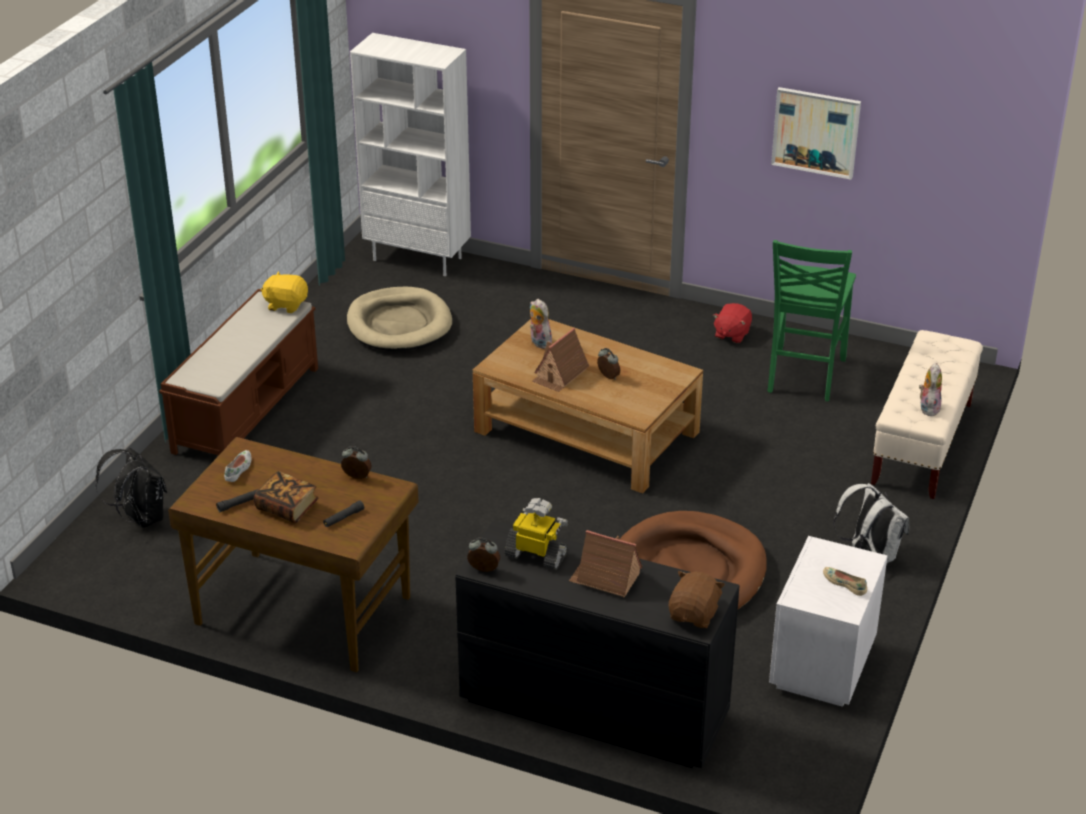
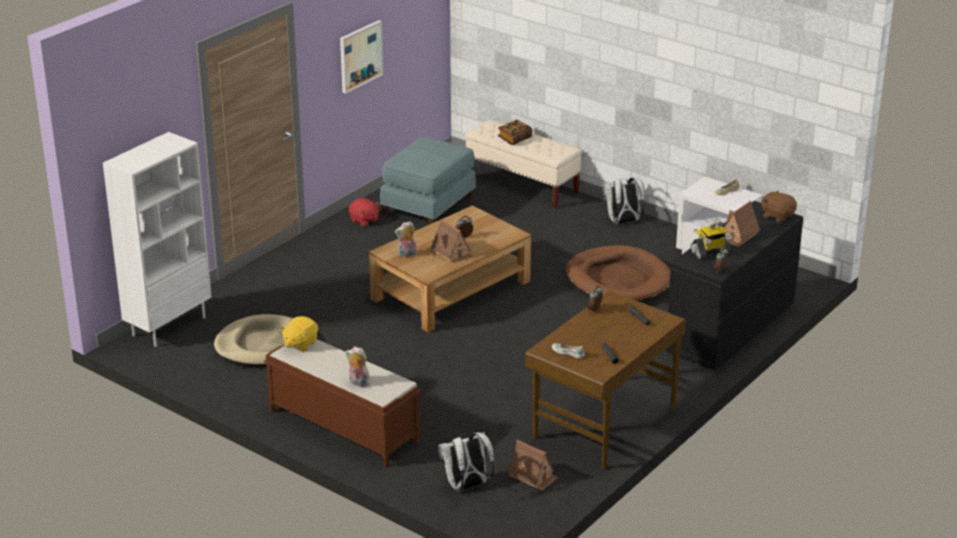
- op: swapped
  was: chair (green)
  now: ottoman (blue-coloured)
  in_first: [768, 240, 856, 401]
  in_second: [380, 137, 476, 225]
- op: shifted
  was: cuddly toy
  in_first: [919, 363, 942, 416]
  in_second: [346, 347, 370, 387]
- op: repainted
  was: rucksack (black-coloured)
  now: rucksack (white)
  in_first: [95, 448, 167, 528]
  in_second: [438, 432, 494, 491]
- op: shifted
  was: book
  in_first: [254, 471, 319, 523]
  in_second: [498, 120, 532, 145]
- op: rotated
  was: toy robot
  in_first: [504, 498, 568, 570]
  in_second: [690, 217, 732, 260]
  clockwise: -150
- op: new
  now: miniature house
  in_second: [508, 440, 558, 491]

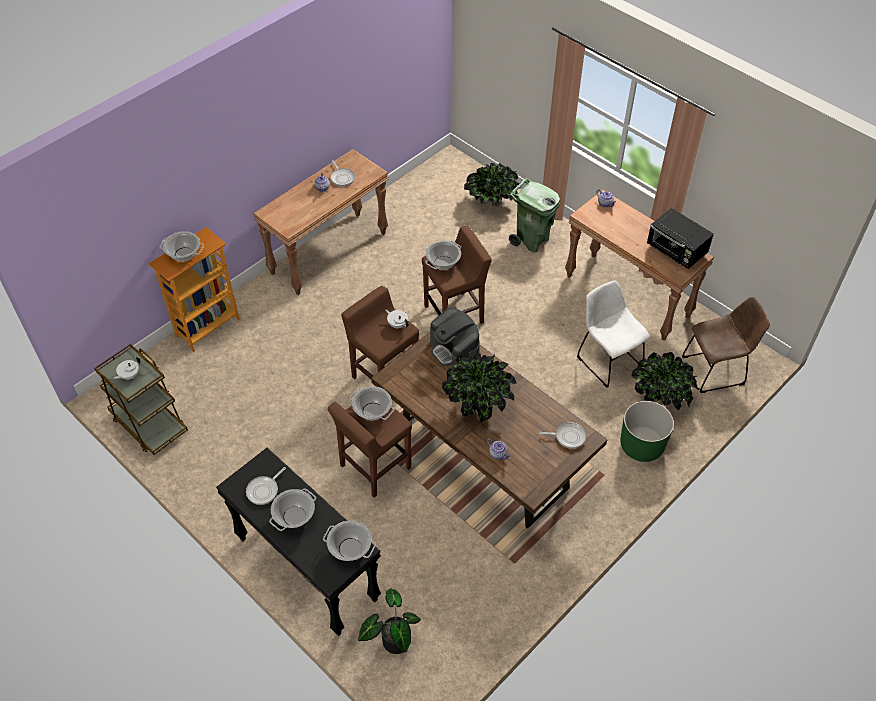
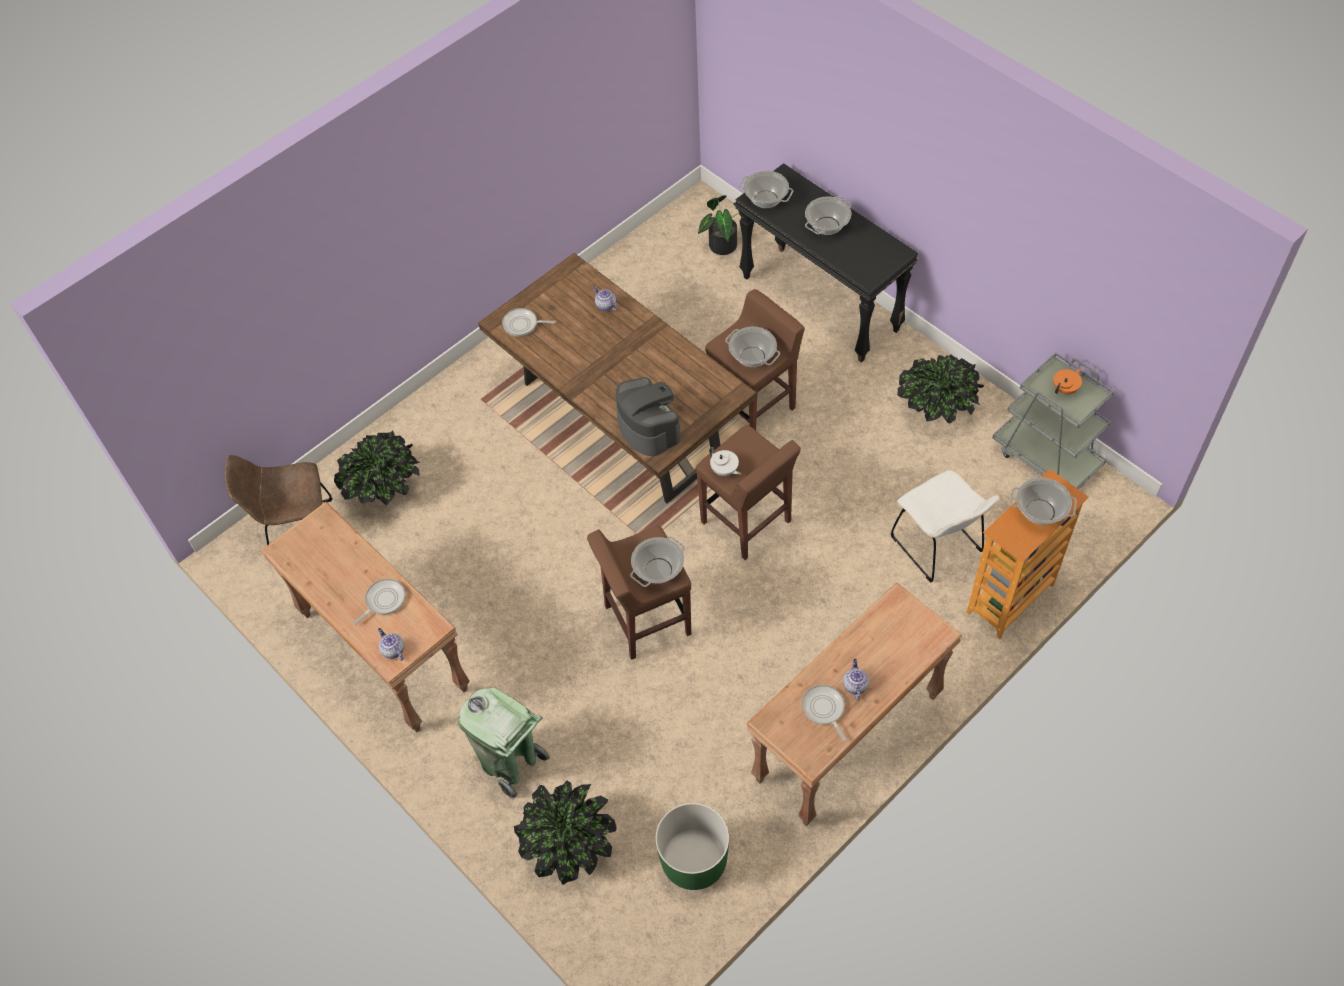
- op: gone
  was: microwave (black-coloured)
  in_first: [647, 208, 714, 269]
- op: shifted
  was: chair (white)
  in_first: [577, 280, 650, 388]
  in_second: [891, 470, 1000, 582]
- op: repainted
  was: cart (brown-coloured)
  now: cart (gray)
  in_first: [94, 344, 188, 455]
  in_second: [992, 352, 1114, 489]
- op: shifted
  was: houseplant
  in_first: [442, 354, 517, 422]
  in_second: [898, 354, 984, 424]
- op: repainted
  was: tea pot (white)
  now: tea pot (orangey)
  in_first: [113, 357, 140, 380]
  in_second: [1053, 368, 1082, 394]
- op: shifted
  was: flower pot (green)
  in_first: [620, 401, 674, 462]
  in_second: [655, 803, 729, 890]
- op: shifted
  was: pan
  in_first: [246, 467, 286, 505]
  in_second: [353, 579, 405, 625]

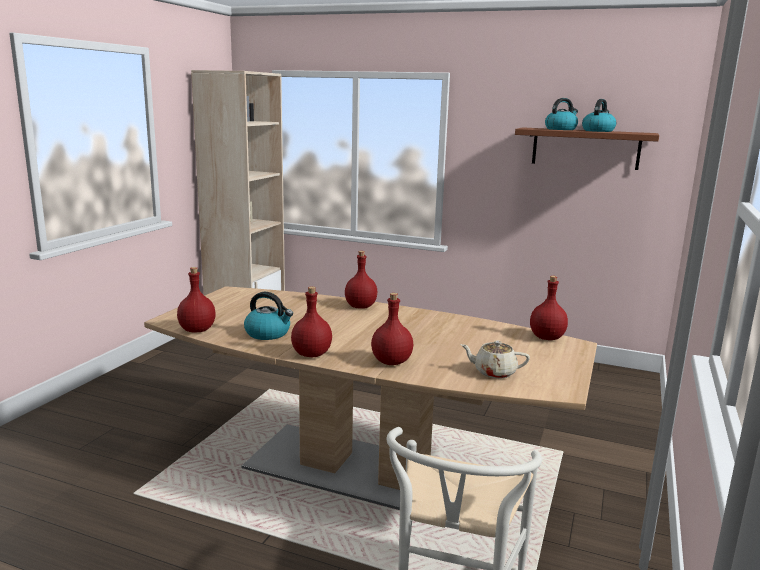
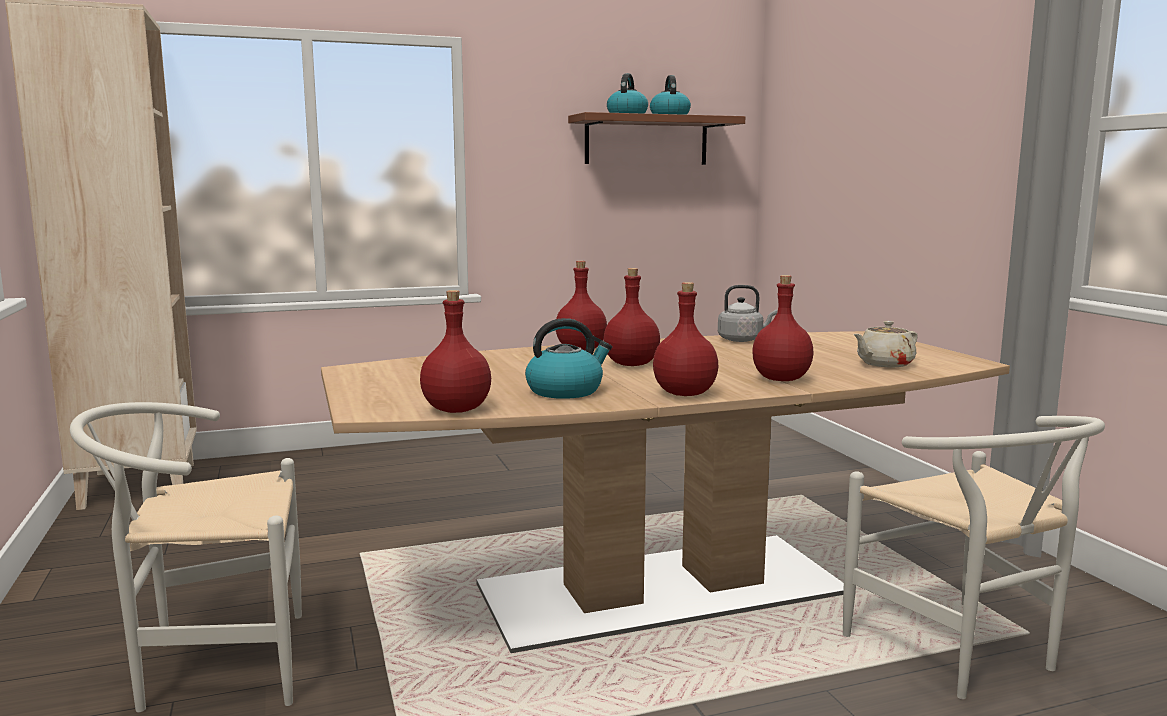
- op: shifted
  was: drink bottle (red-coloured)
  in_first: [530, 276, 568, 340]
  in_second: [604, 268, 660, 366]
- op: new
  now: kettle (gray)
  in_second: [718, 285, 777, 342]
- op: new
  now: chair (white)
  in_second: [70, 402, 302, 712]

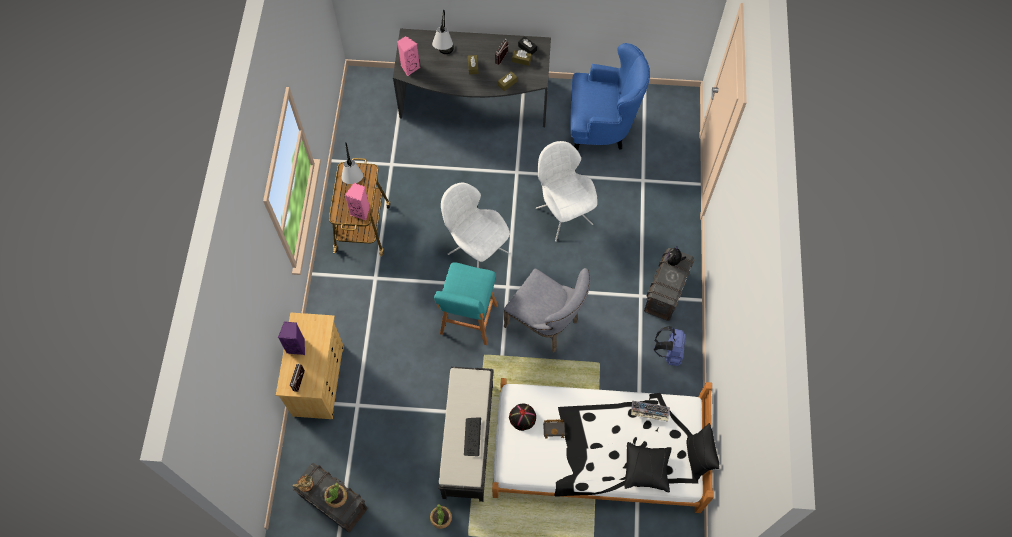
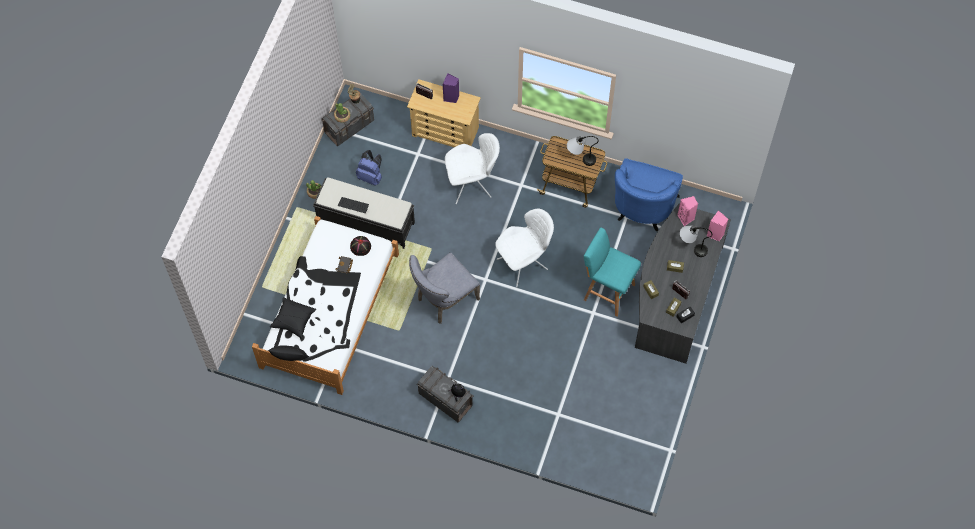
- op: shifted
  was: easy chair (blue-coloured)
  in_first: [571, 43, 650, 151]
  in_second: [615, 158, 683, 231]
- op: shifted
  was: chair (white)
  in_first: [536, 141, 598, 242]
  in_second: [445, 133, 500, 204]
- op: shifted
  was: speaker (pink-coloured)
  in_first: [345, 183, 370, 220]
  in_second: [707, 210, 728, 241]
- op: shifted
  was: sitting stool (turquoise)
  in_first: [434, 262, 498, 345]
  in_second: [584, 227, 641, 317]
- op: shifted
  was: rucksack (blue-coloured)
  in_first: [654, 326, 686, 366]
  in_second: [356, 150, 382, 186]
- op: gone
  was: keyboard
  in_first: [631, 401, 670, 421]

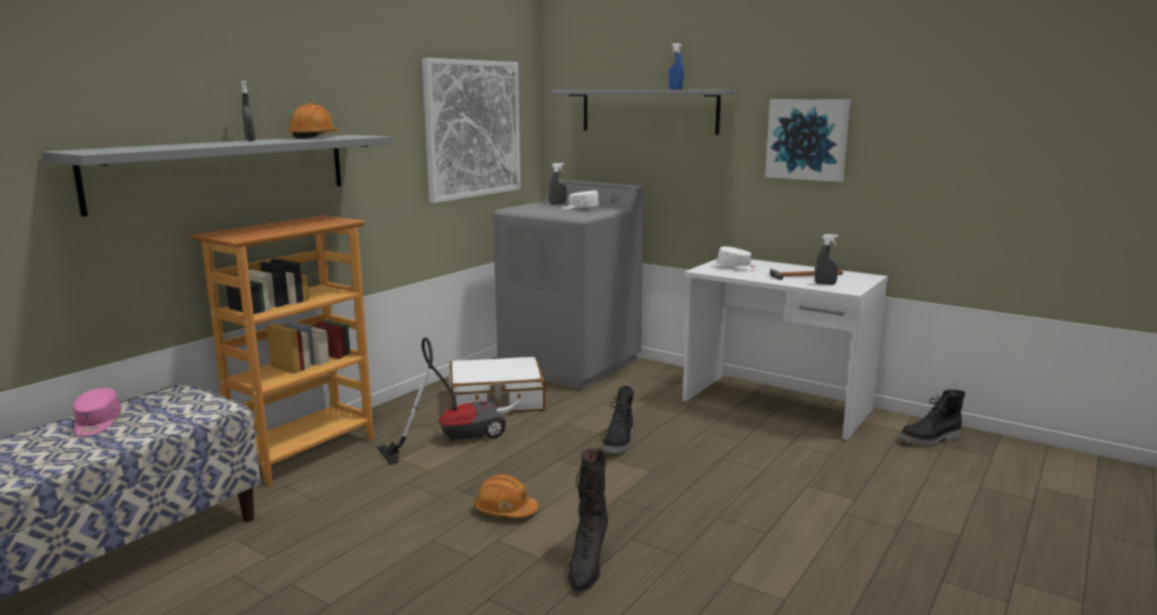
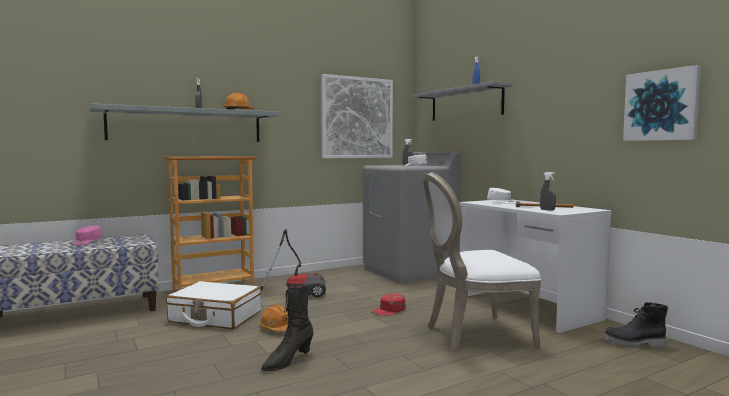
- op: shifted
  was: wall art
  in_first: [765, 99, 850, 182]
  in_second: [623, 65, 701, 141]
- op: shifted
  was: travel case (white)
  in_first: [449, 357, 545, 415]
  in_second: [166, 281, 261, 329]
- op: swapped
  was: boot (black-coloured)
  now: baseball cap (red-coloured)
  in_first: [603, 386, 634, 453]
  in_second: [371, 294, 406, 316]
- op: new
  now: chair (white)
  in_second: [422, 172, 541, 352]

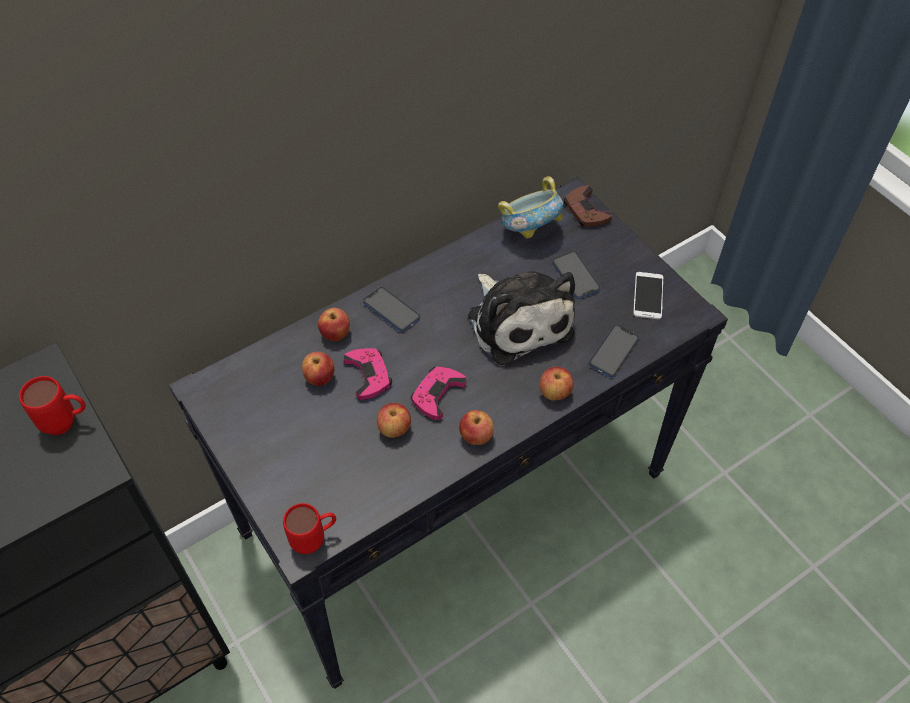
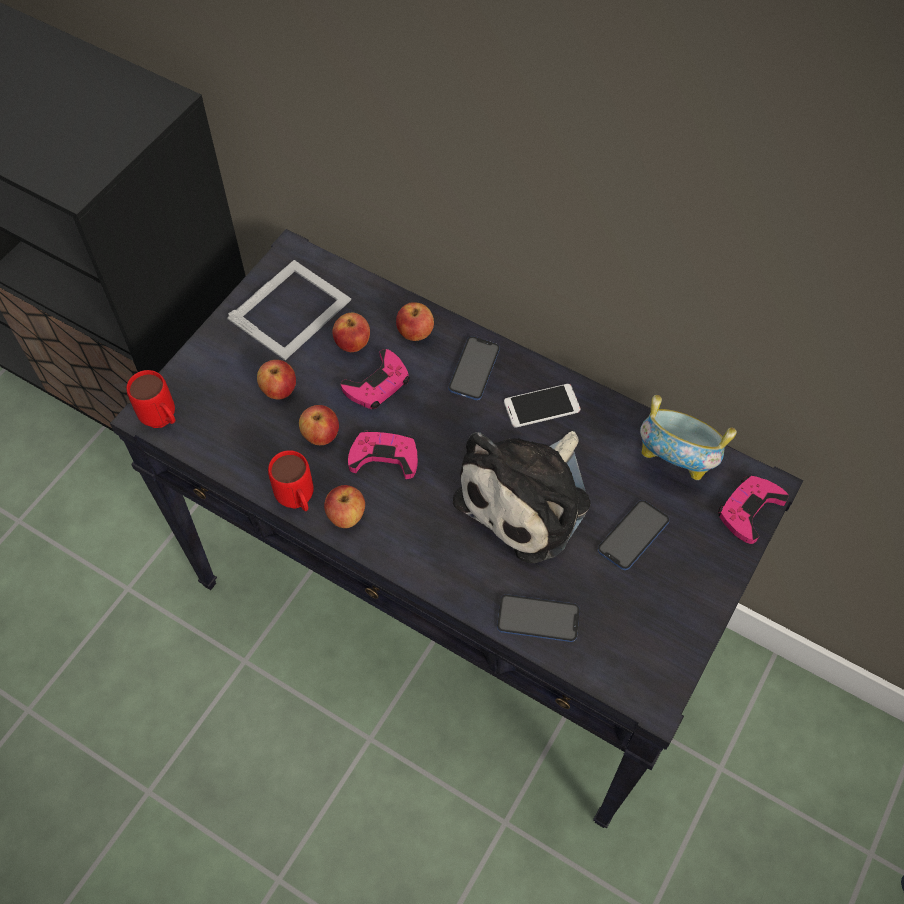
- op: repainted
  was: joypad (brown-coloured)
  now: joypad (pink-coloured)
  in_first: [564, 185, 612, 227]
  in_second: [718, 476, 789, 544]
- op: shifted
  was: telephone
  in_first: [633, 272, 663, 319]
  in_second: [504, 384, 580, 428]
- op: shifted
  was: whole apple
  in_first: [540, 367, 573, 401]
  in_second: [257, 360, 296, 399]
- op: shifted
  was: coffee mug (red-coloured)
  in_first: [19, 376, 86, 435]
  in_second: [268, 450, 314, 511]
- op: new
  now: photo frame
  in_second: [227, 260, 351, 360]

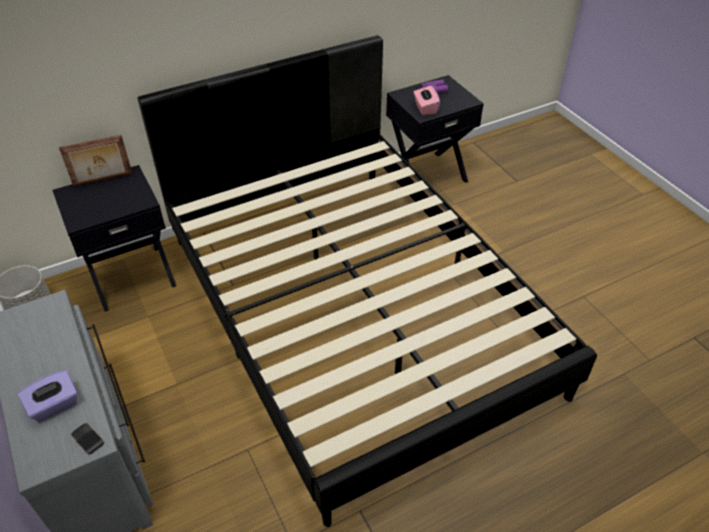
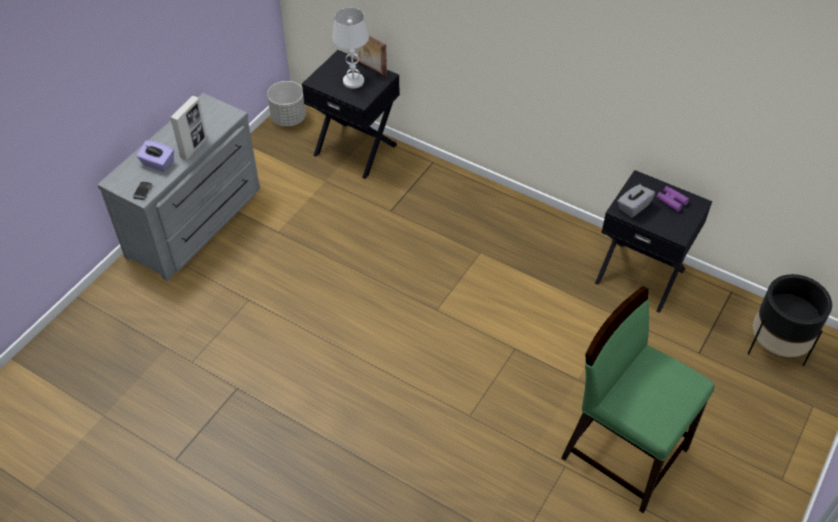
- op: gone
  was: bed (black-coloured)
  in_first: [137, 35, 597, 527]
- op: repainted
  was: tissue holder (pink-coloured)
  now: tissue holder (gray)
  in_first: [414, 86, 440, 115]
  in_second: [617, 184, 655, 218]
- op: new
  now: table lamp (white)
  in_second: [332, 8, 369, 88]
- op: new
  now: photo frame
  in_second: [170, 96, 208, 160]
- op: new
  now: flower pot (black-coloured)
  in_second: [748, 274, 832, 366]
- op: new
  now: chair (green)
  in_second: [561, 286, 715, 513]

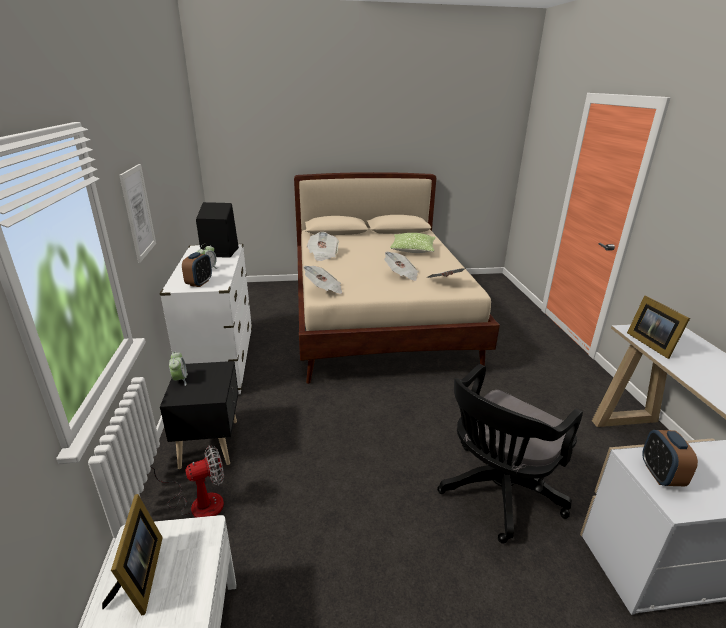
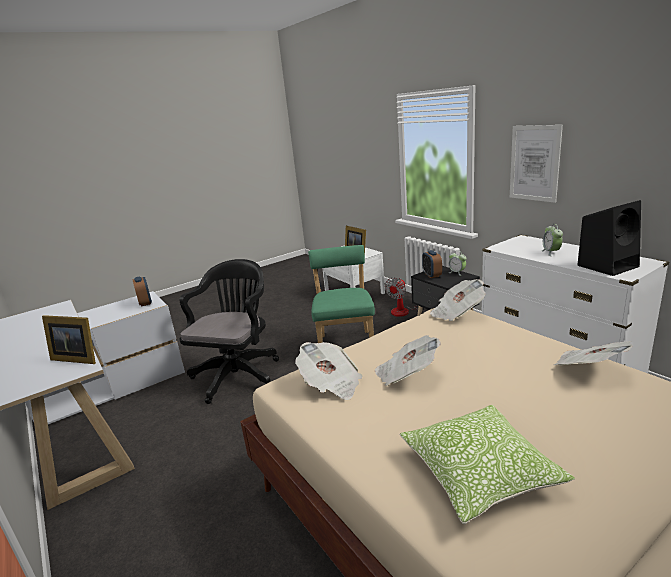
- op: shifted
  was: alarm clock
  in_first: [182, 252, 212, 287]
  in_second: [422, 250, 442, 278]
- op: rotated
  was: photo frame
  in_first: [627, 296, 690, 359]
  in_second: [42, 315, 96, 364]
  clockwise: 150
- op: new
  now: chair (green)
  in_second: [308, 245, 375, 343]

